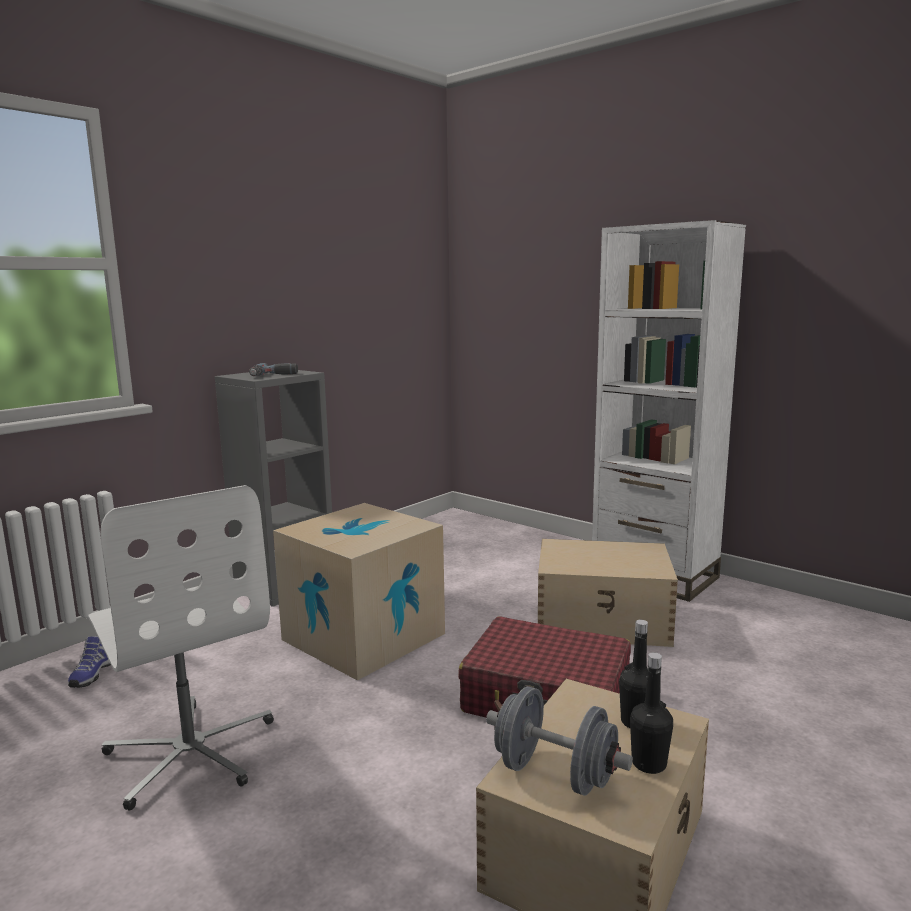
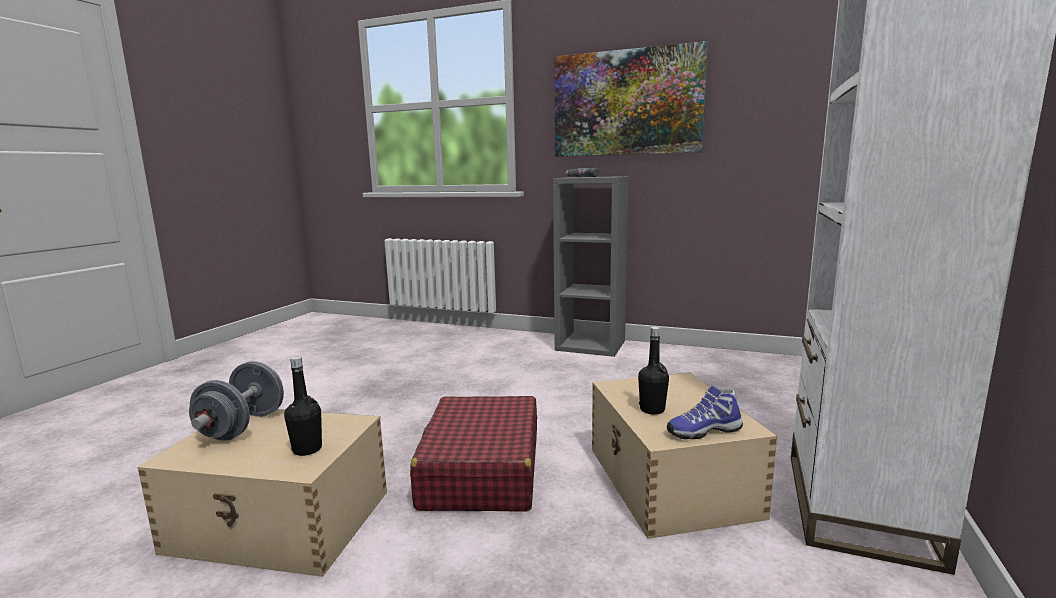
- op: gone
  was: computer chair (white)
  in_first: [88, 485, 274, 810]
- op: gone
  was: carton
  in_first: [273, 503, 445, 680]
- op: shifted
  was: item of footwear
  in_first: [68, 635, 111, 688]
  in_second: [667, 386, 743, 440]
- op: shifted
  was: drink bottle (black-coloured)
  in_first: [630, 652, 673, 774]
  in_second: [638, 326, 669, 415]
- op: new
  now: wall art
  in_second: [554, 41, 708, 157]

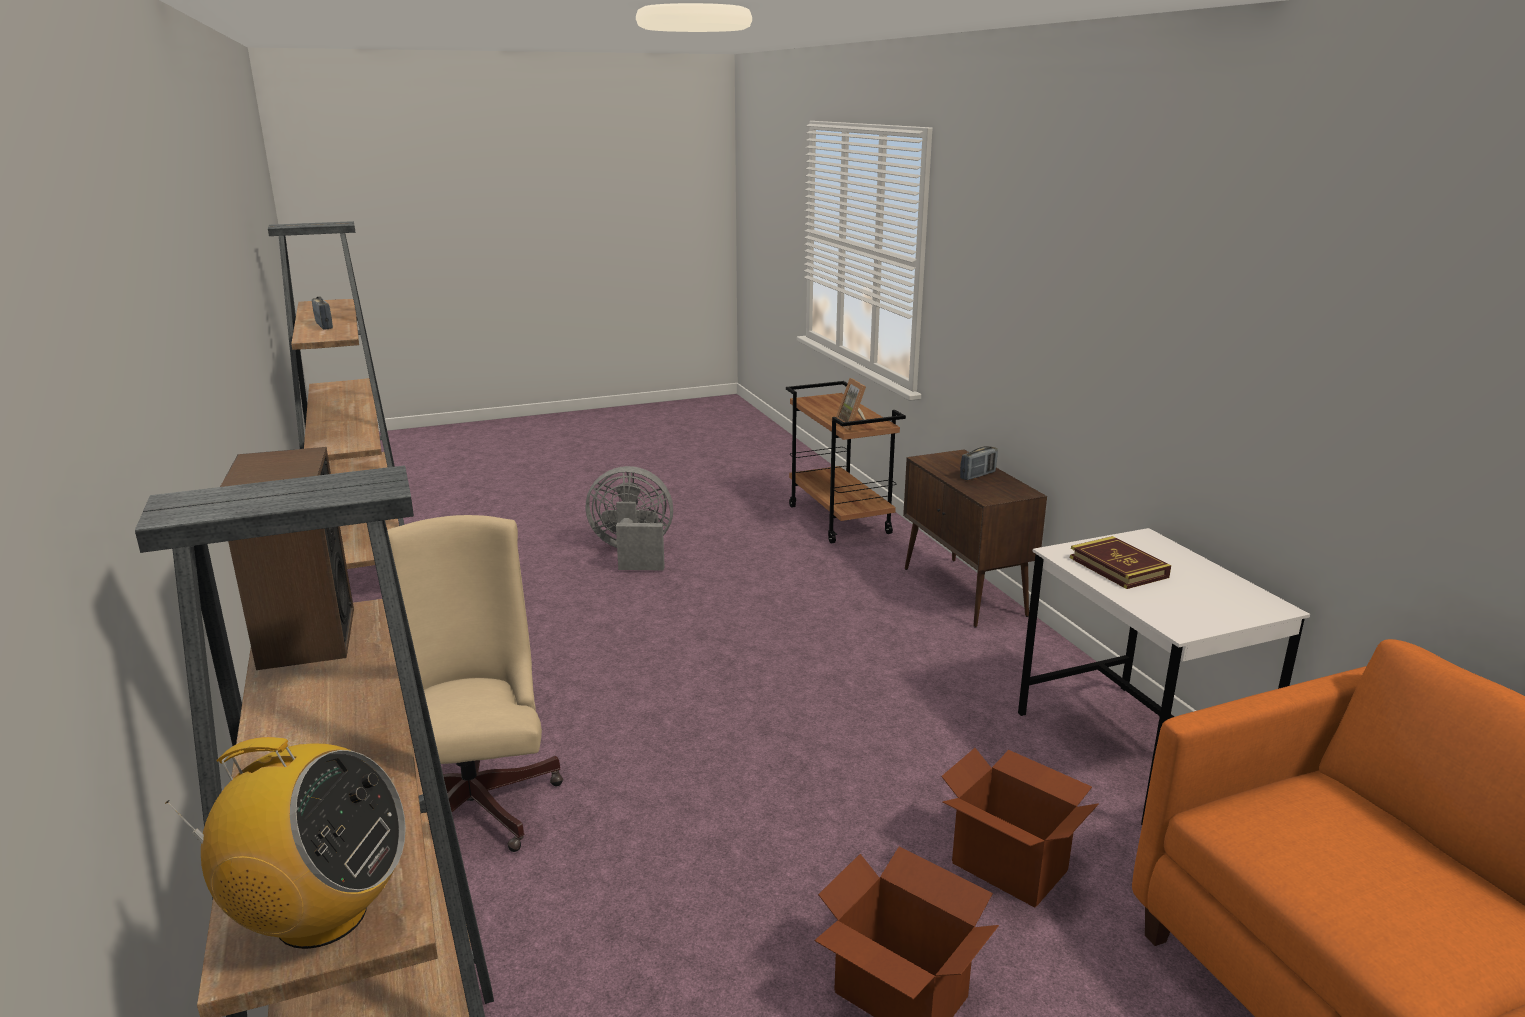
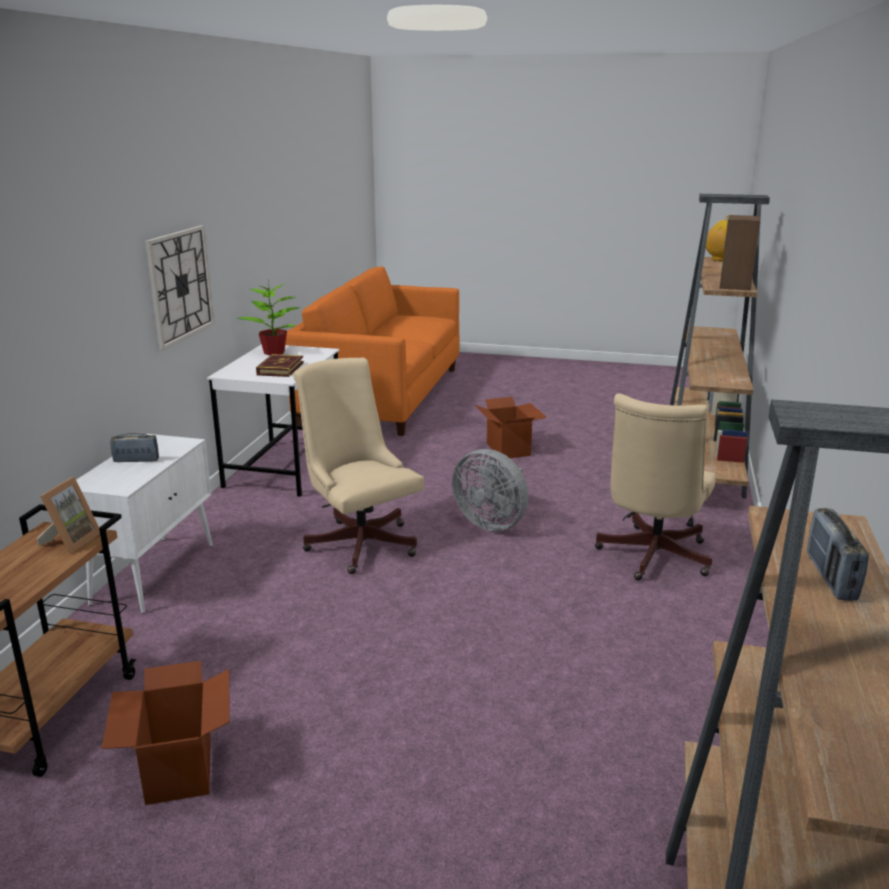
- op: repainted
  was: cabinet (brown-coloured)
  now: cabinet (white)
  in_first: [903, 450, 1047, 628]
  in_second: [76, 434, 213, 614]
- op: shifted
  was: electric fan (gray)
  in_first: [586, 466, 673, 570]
  in_second: [452, 449, 529, 531]
- op: shifted
  was: carton
  in_first: [941, 748, 1099, 908]
  in_second: [102, 661, 230, 805]
- op: new
  now: hanging clock
  in_second: [145, 226, 214, 350]
- op: new
  now: houseplant
  in_second: [237, 281, 300, 355]
- op: new
  now: computer chair (sand-coloured)
  in_second: [293, 358, 424, 574]

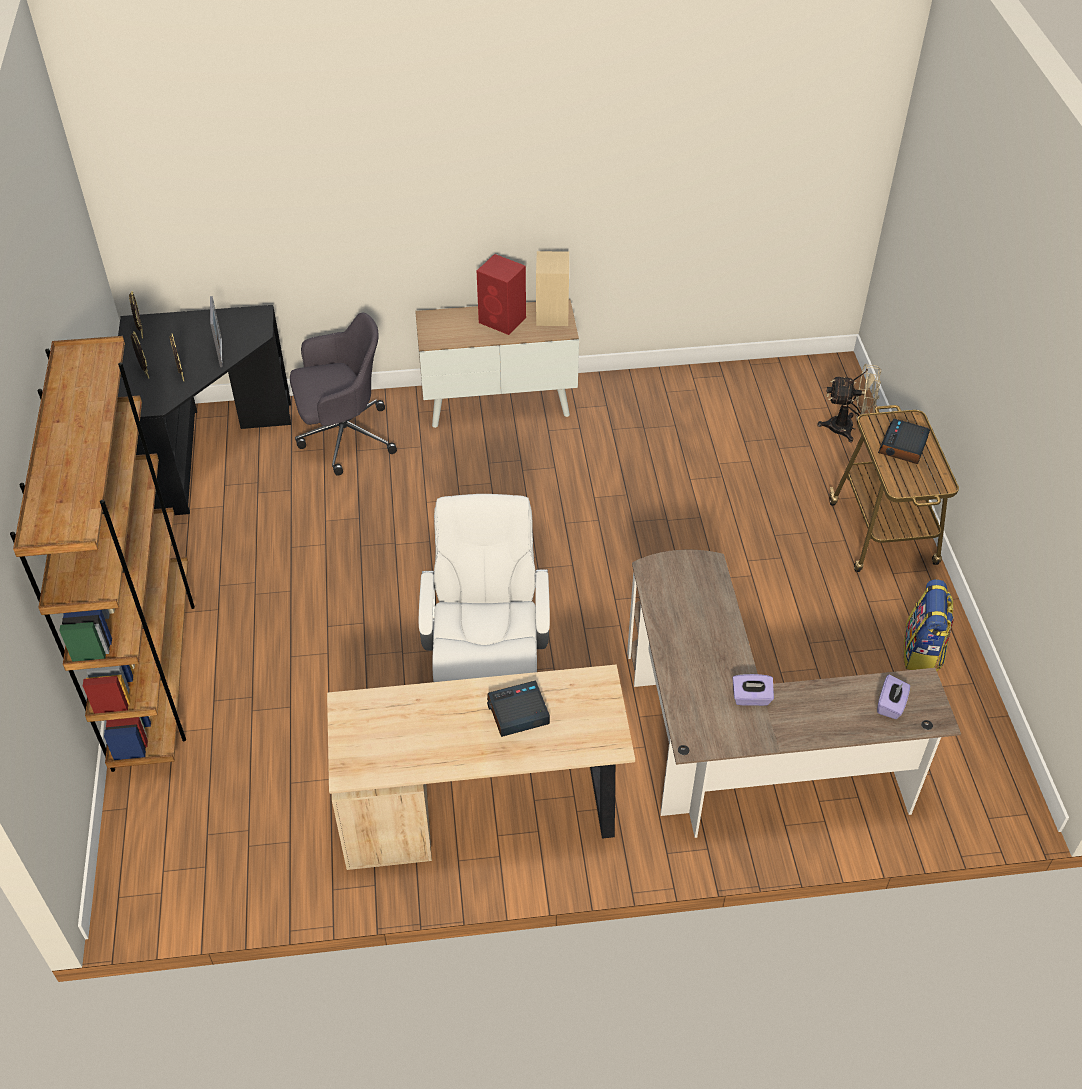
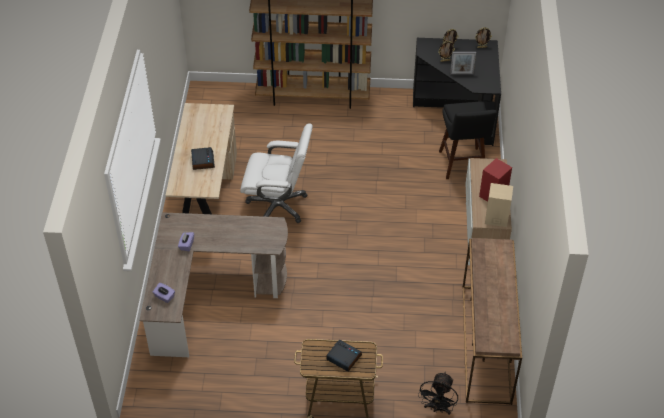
- op: swapped
  was: computer chair (gray)
  now: sitting stool (black-coloured)
  in_first: [290, 313, 397, 476]
  in_second: [439, 101, 497, 179]
- op: repainted
  was: electric fan (sand-coloured)
  now: electric fan (black-coloured)
  in_first: [817, 364, 881, 443]
  in_second: [418, 372, 458, 415]
- op: gone
  was: rucksack
  in_first: [904, 579, 954, 671]
- op: new
  now: console table (brown-coloured)
  in_second: [462, 238, 522, 405]

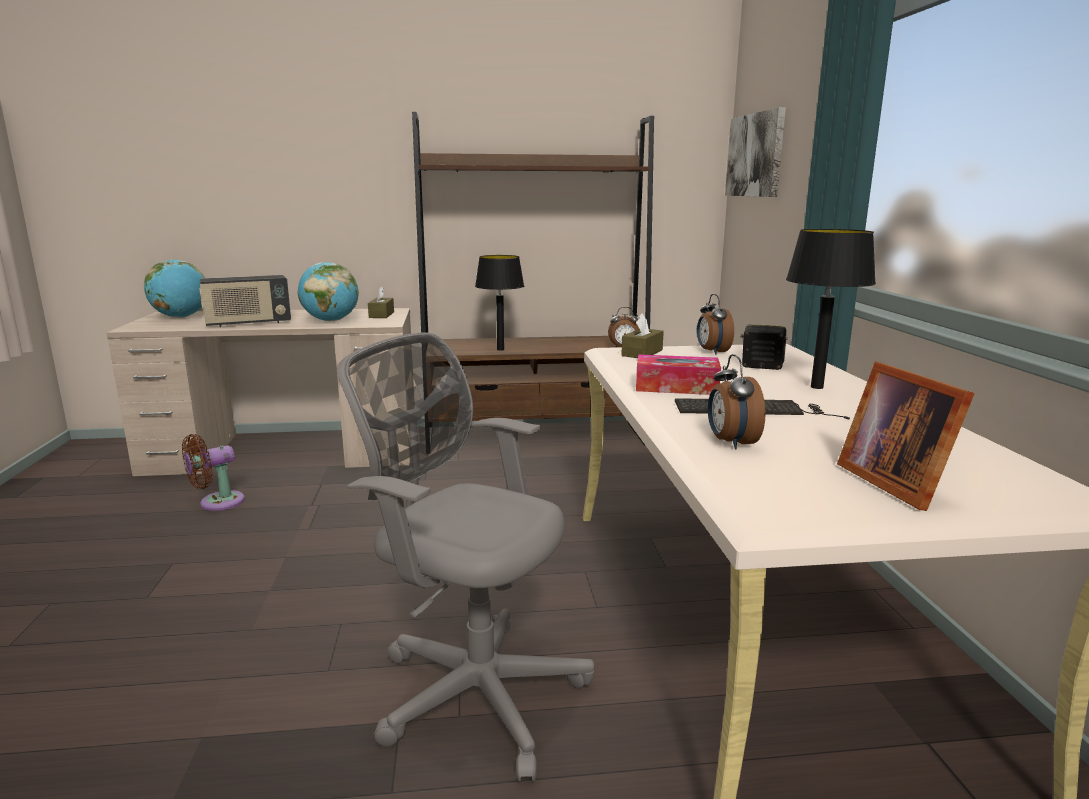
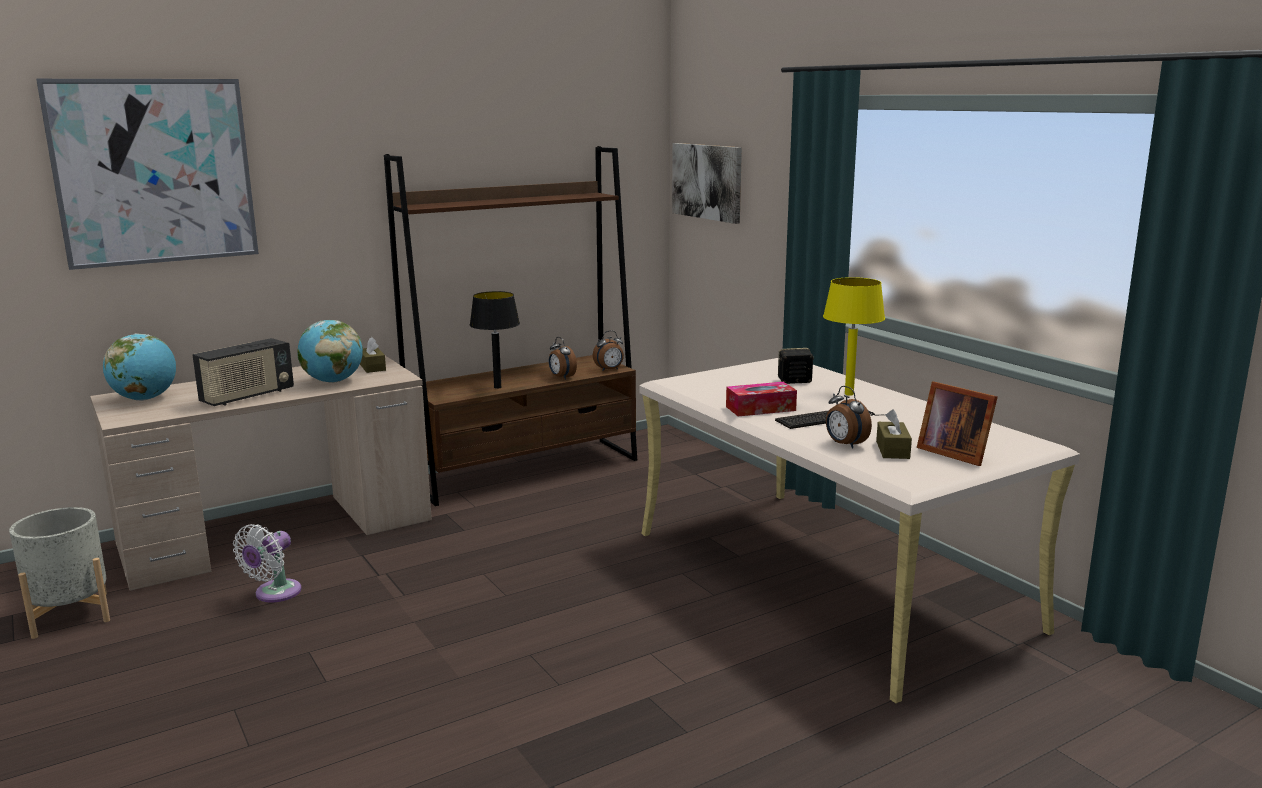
- op: repainted
  was: table lamp (black-coloured)
  now: table lamp (yellow)
  in_first: [786, 229, 876, 389]
  in_second: [823, 277, 885, 396]
- op: shifted
  was: alarm clock
  in_first: [697, 294, 734, 355]
  in_second: [549, 337, 577, 380]
- op: shifted
  was: tissue holder (brown-coloured)
  in_first: [621, 313, 664, 358]
  in_second: [876, 409, 912, 459]
- op: gone
  was: computer chair (gray)
  in_first: [337, 332, 594, 782]
- op: repainted
  was: electric fan (brown-coloured)
  now: electric fan (white)
  in_first: [182, 434, 245, 511]
  in_second: [233, 524, 302, 602]
- op: new
  now: wall art
  in_second: [36, 79, 259, 270]
- op: new
  now: flower pot (gray)
  in_second: [9, 507, 110, 639]

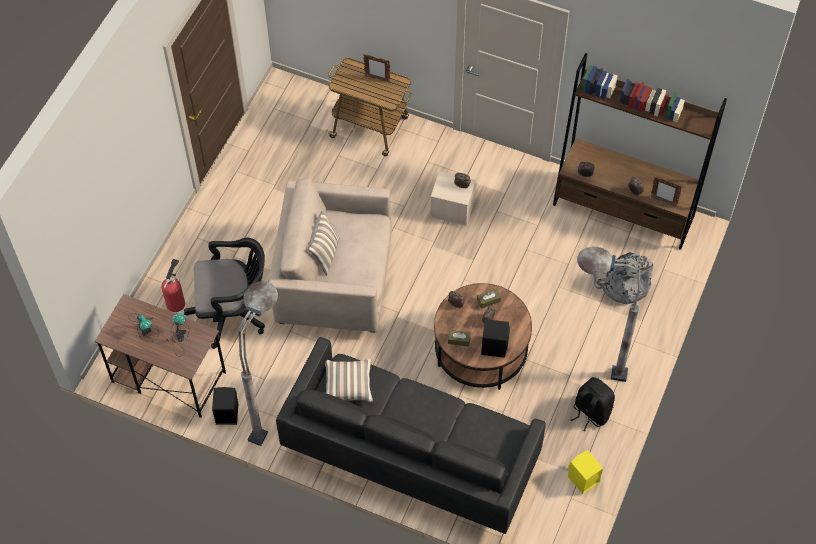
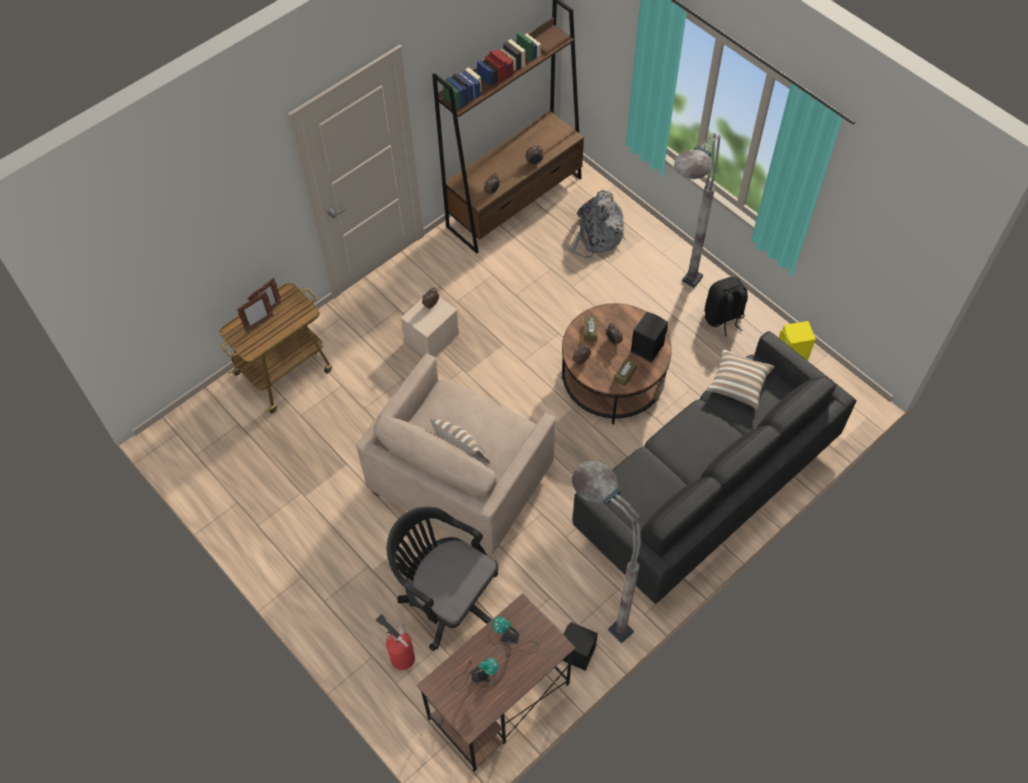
- op: shifted
  was: photo frame
  in_first: [651, 177, 682, 207]
  in_second: [237, 291, 274, 333]
- op: rotated
  was: computer chair (black-coloured)
  in_first: [184, 238, 265, 349]
  in_second: [387, 506, 498, 651]
  clockwise: -75
- op: shifted
  was: pillow
  in_first: [325, 359, 373, 402]
  in_second: [706, 349, 774, 410]

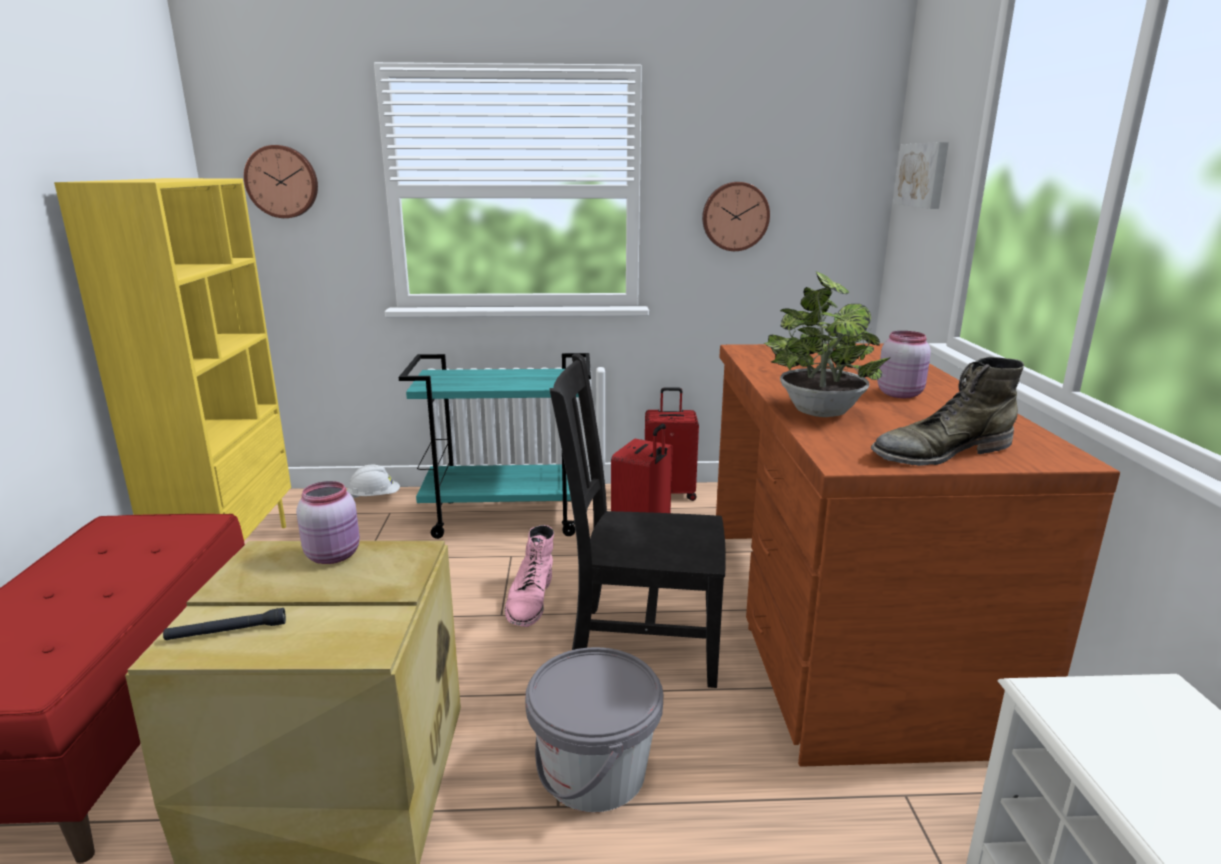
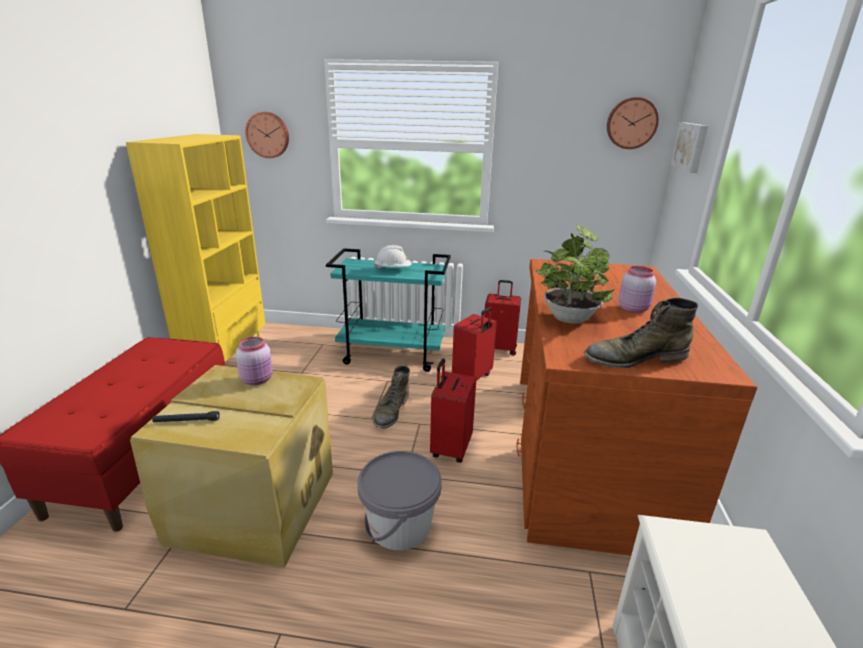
- op: shifted
  was: hanging clock
  in_first: [702, 182, 770, 251]
  in_second: [607, 97, 659, 149]
- op: swapped
  was: chair (black-coloured)
  now: travel case (red-coloured)
  in_first: [549, 353, 726, 688]
  in_second: [430, 358, 476, 463]
- op: shifted
  was: safety helmet (white)
  in_first: [347, 465, 400, 498]
  in_second: [374, 245, 412, 269]
- op: repainted
  was: boot (pink-coloured)
  now: boot (green)
  in_first: [504, 525, 554, 627]
  in_second: [373, 366, 410, 429]

